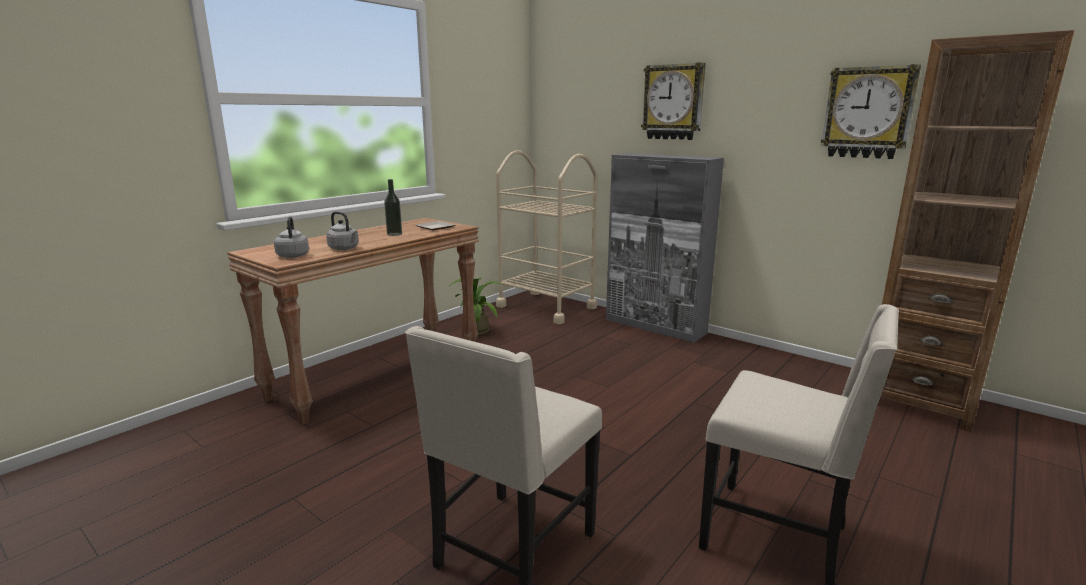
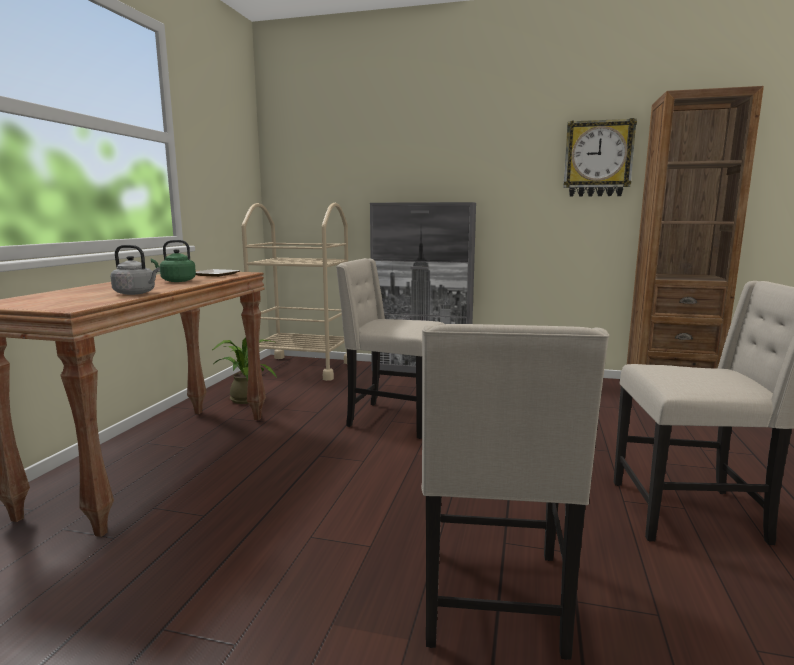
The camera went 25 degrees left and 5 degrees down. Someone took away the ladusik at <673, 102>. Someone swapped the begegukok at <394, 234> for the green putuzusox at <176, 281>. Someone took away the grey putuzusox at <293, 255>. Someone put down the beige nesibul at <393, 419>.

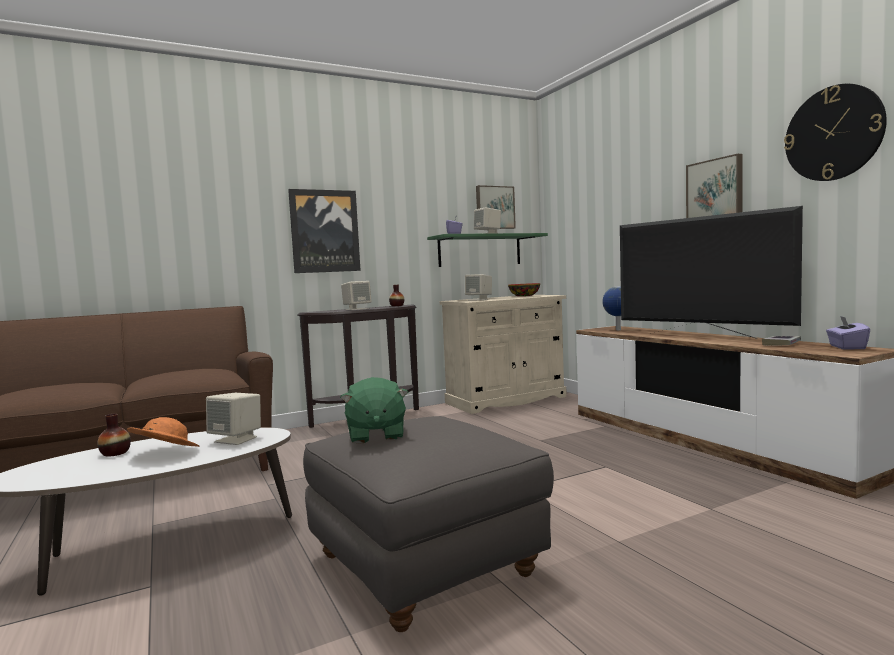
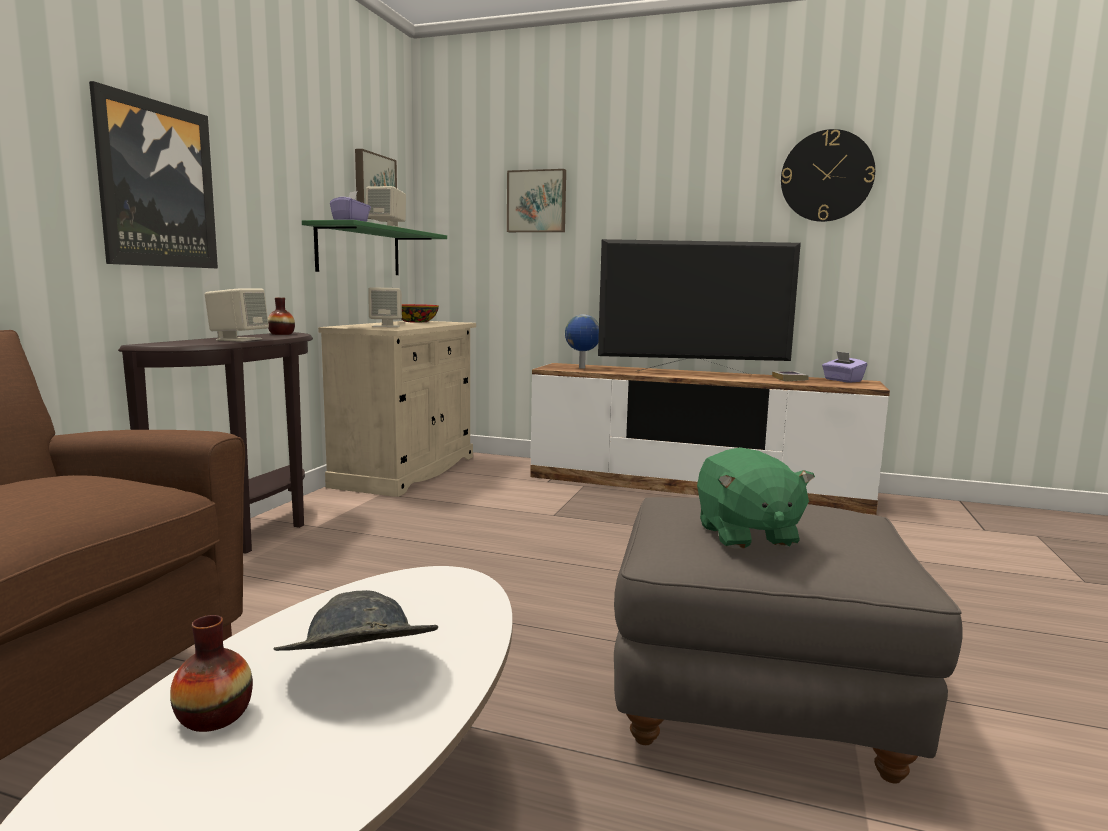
The camera went 45 degrees left and 5 degrees up. Someone carried the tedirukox from <715, 189> to <537, 201>. Someone rotated the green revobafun at <375, 435> by 45 degrees clockwise. Someone took away the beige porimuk at <236, 439>. Someone repainted the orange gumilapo at <165, 454>, which became the grey gumilapo at <358, 674>.

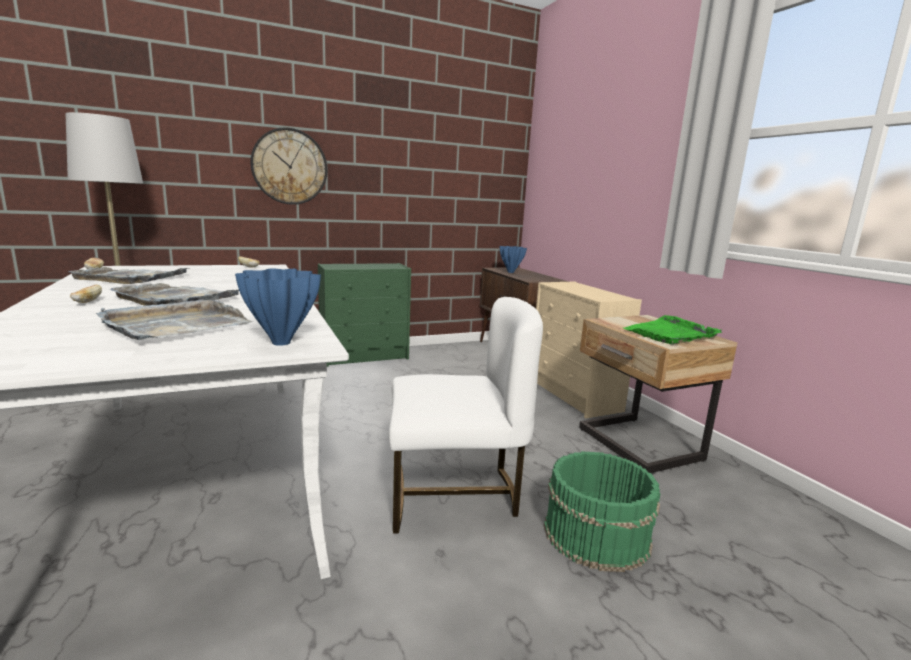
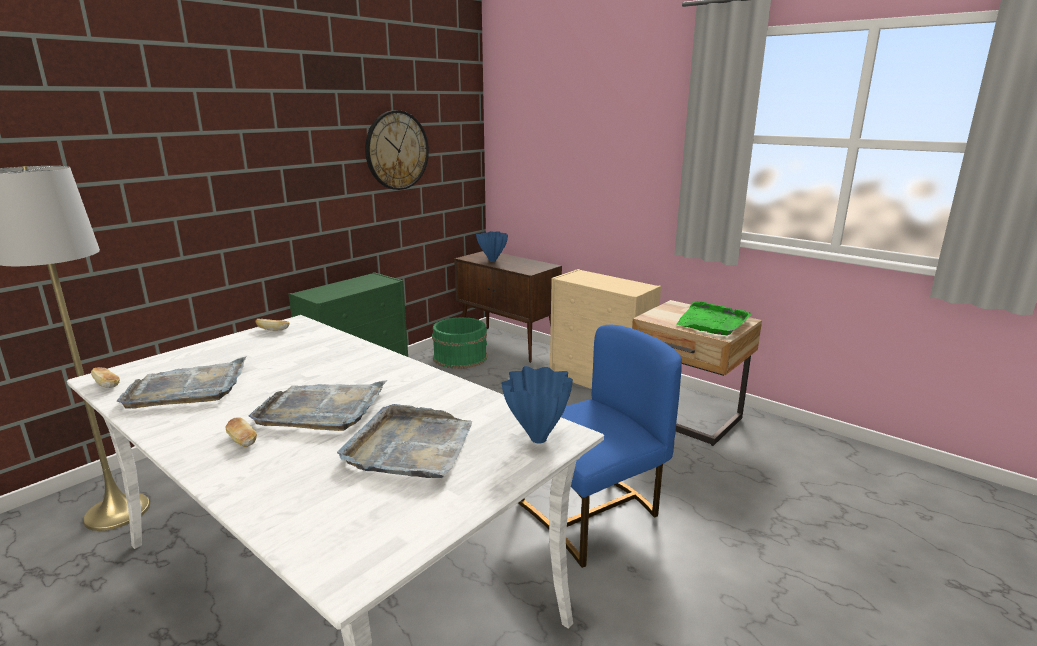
The camera went 25 degrees left and 5 degrees up. Someone carried the ladusik from <289, 167> to <396, 150>. Someone repainted the white nesibul at <453, 493>, which became the blue nesibul at <593, 514>. Someone carried the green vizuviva from <596, 533> to <460, 357>.

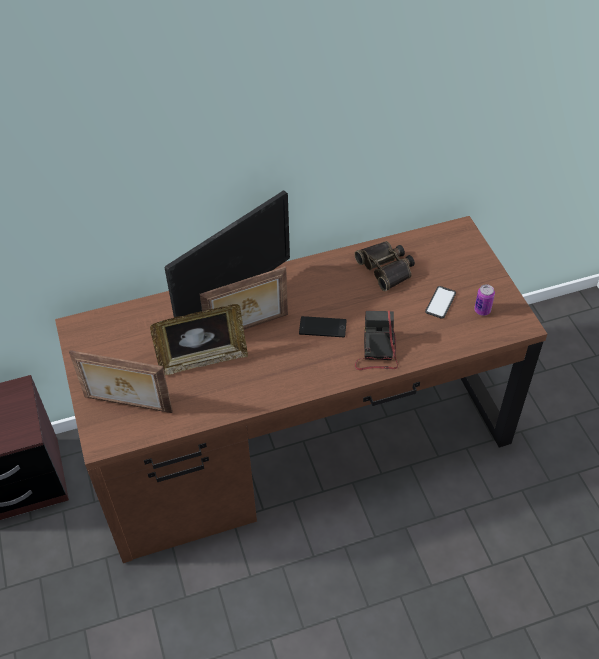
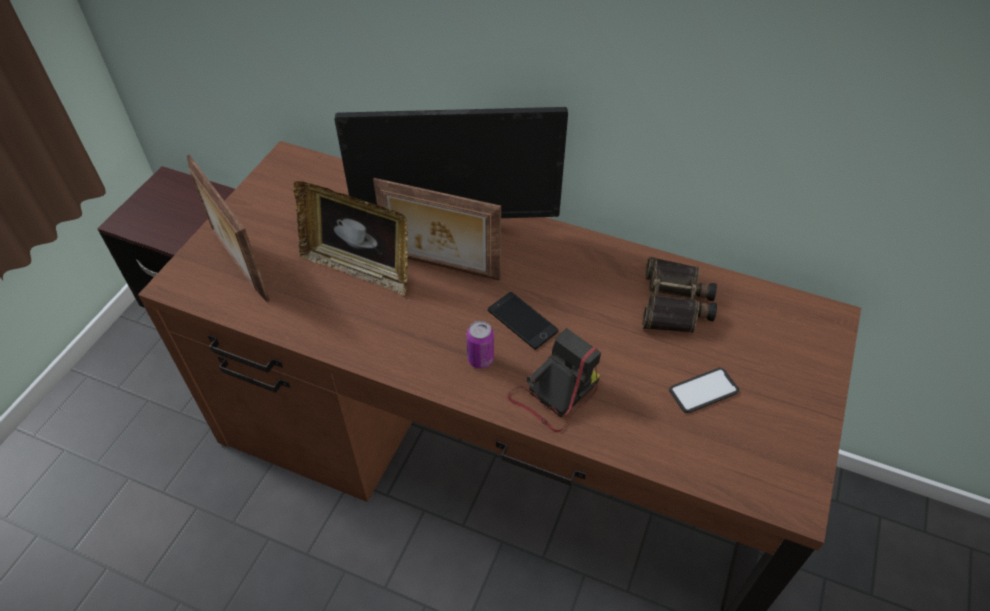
The camera went 40 degrees right and 0 degrees up. Someone carried the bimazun from <482, 310> to <480, 359>.

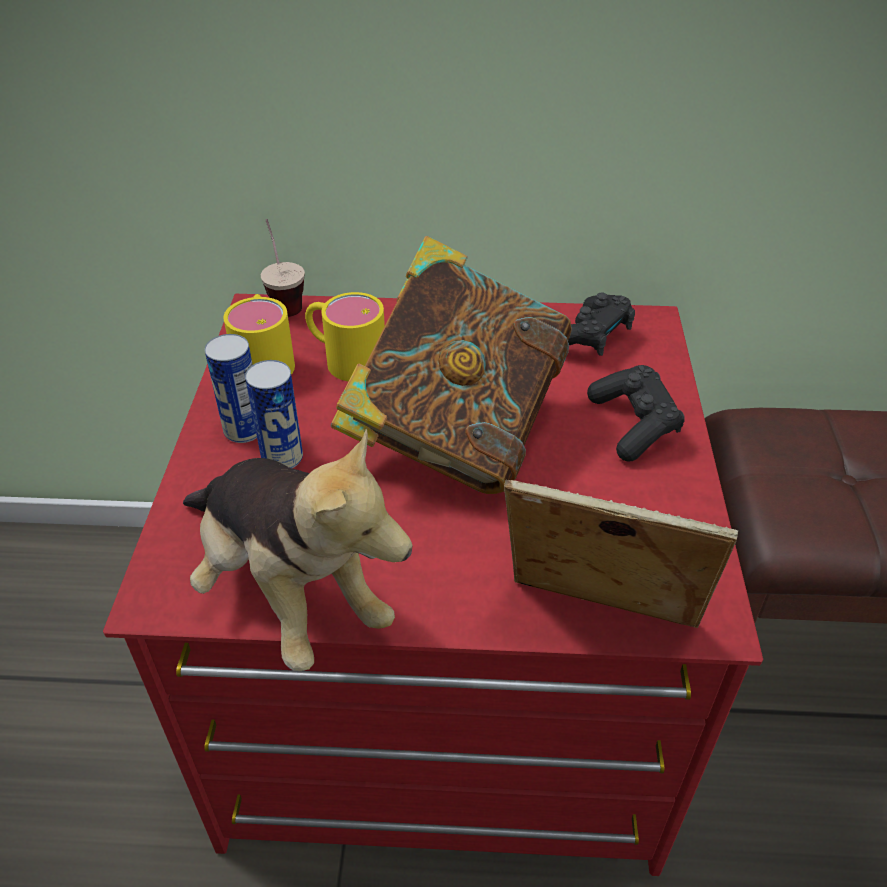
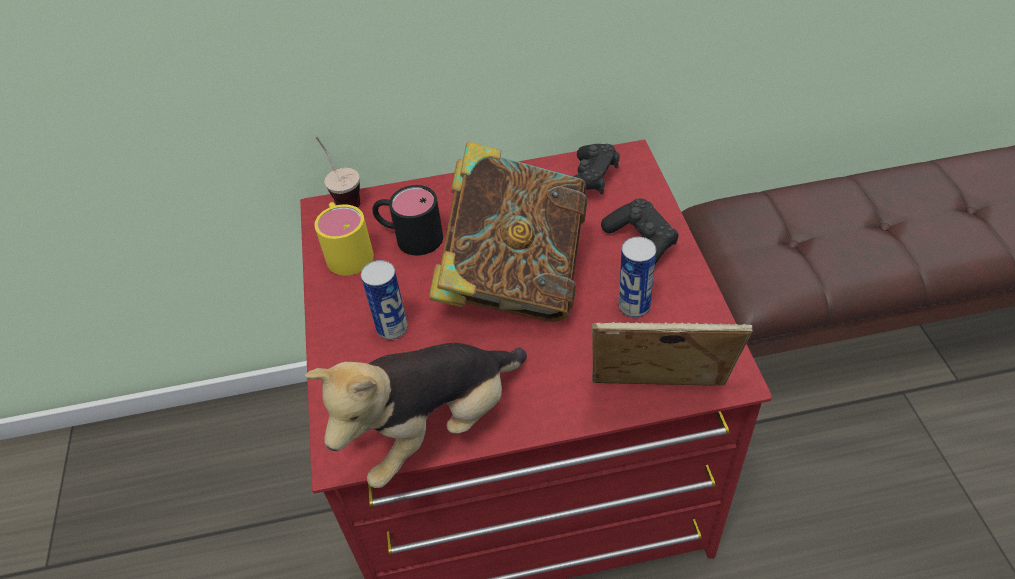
The camera went 10 degrees left and 5 degrees up. Someone repainted the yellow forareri at <345, 358>, which became the black forareri at <409, 236>. Someone carried the bimazun from <244, 430> to <634, 306>. Someone rotated the revobafun at <288, 592> by 105 degrees clockwise.

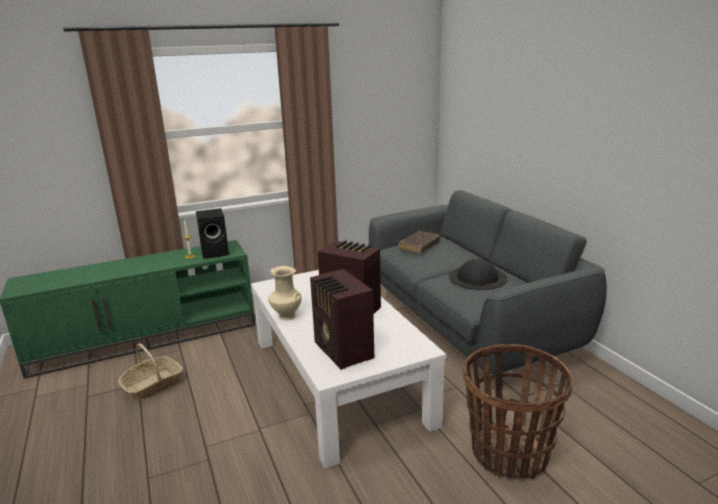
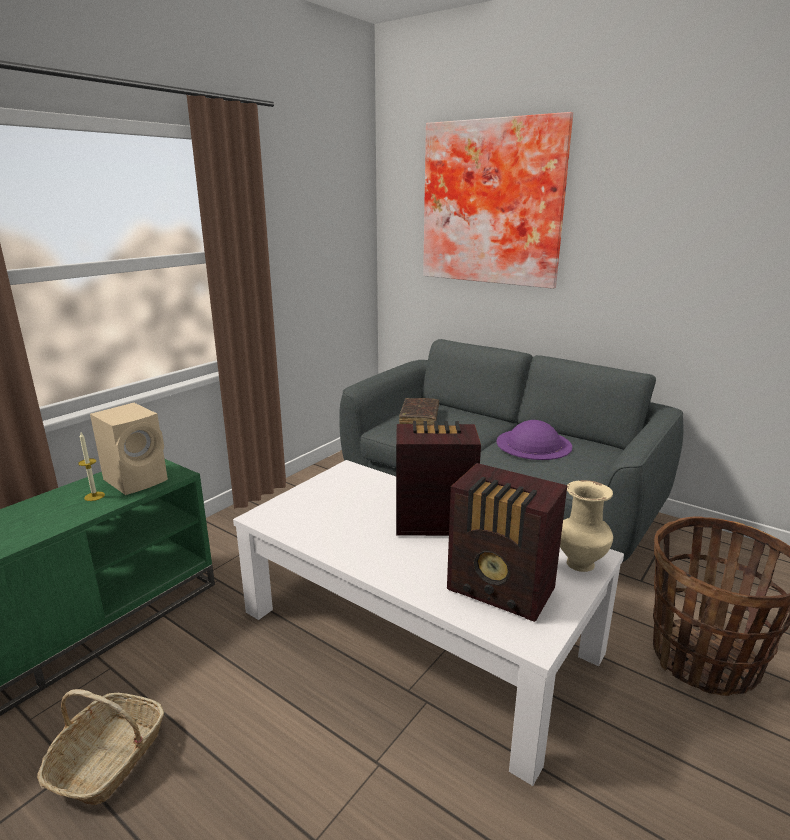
The camera went 30 degrees left and 0 degrees up. Someone repainted the black porimuk at <216, 252>, which became the beige porimuk at <138, 479>. Someone repainted the black gumilapo at <477, 277>, which became the purple gumilapo at <534, 444>. Someone carried the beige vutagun from <286, 316> to <579, 564>. Someone put up the tedirukox at <493, 203>.

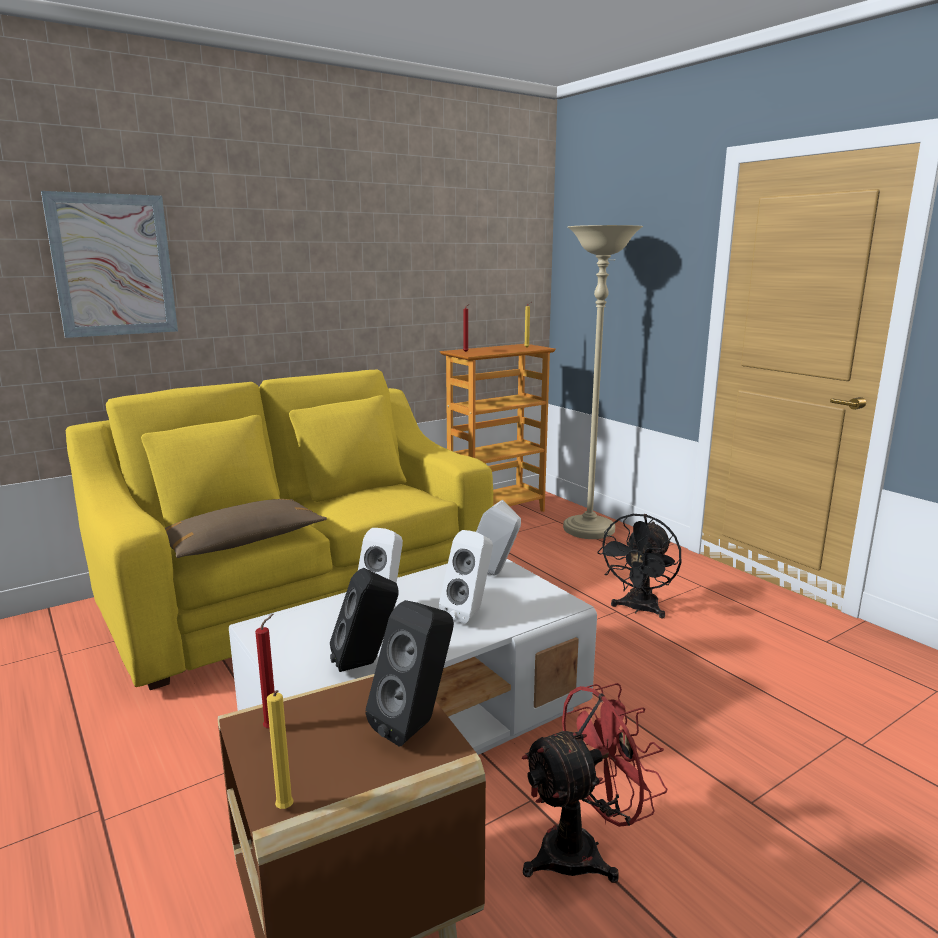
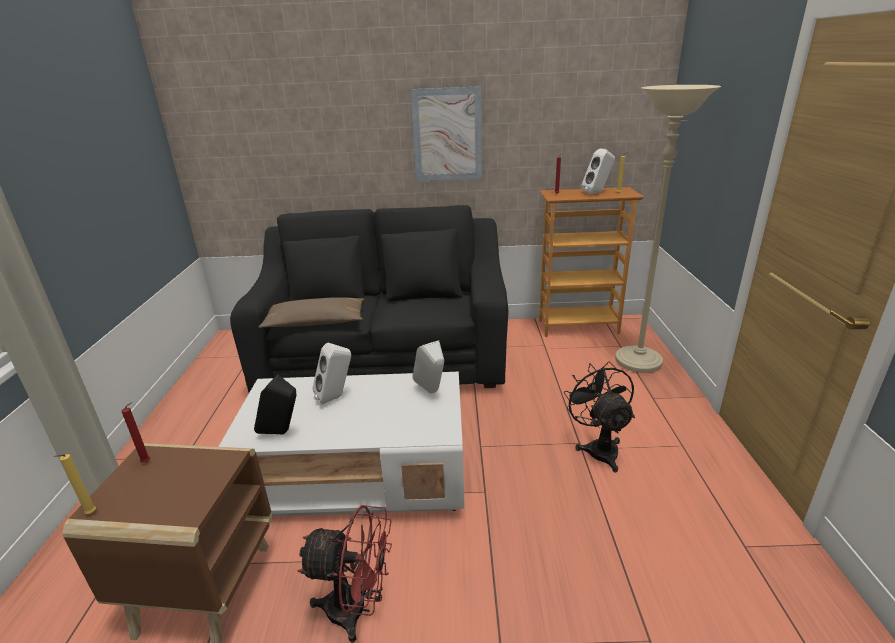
The camera went 35 degrees right and 10 degrees up. Someone carried the tedirukox from <113, 265> to <447, 135>. Someone repainted the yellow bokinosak at <298, 596>, which became the black bokinosak at <384, 358>. Someone rotated the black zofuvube at <638, 609> by 105 degrees clockwise. Someone carried the white porimuk from <470, 614> to <597, 193>. Someone took away the black porimuk at <416, 726>.

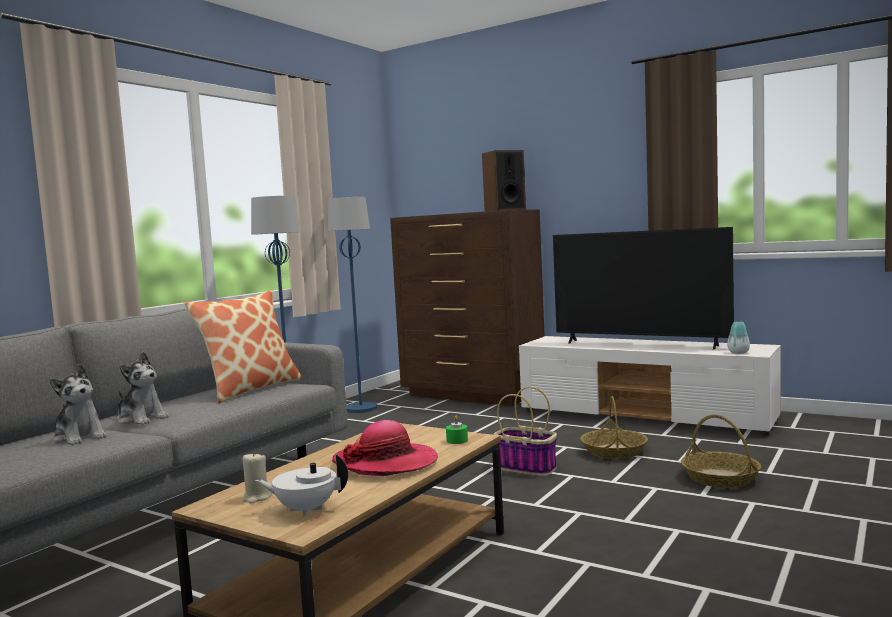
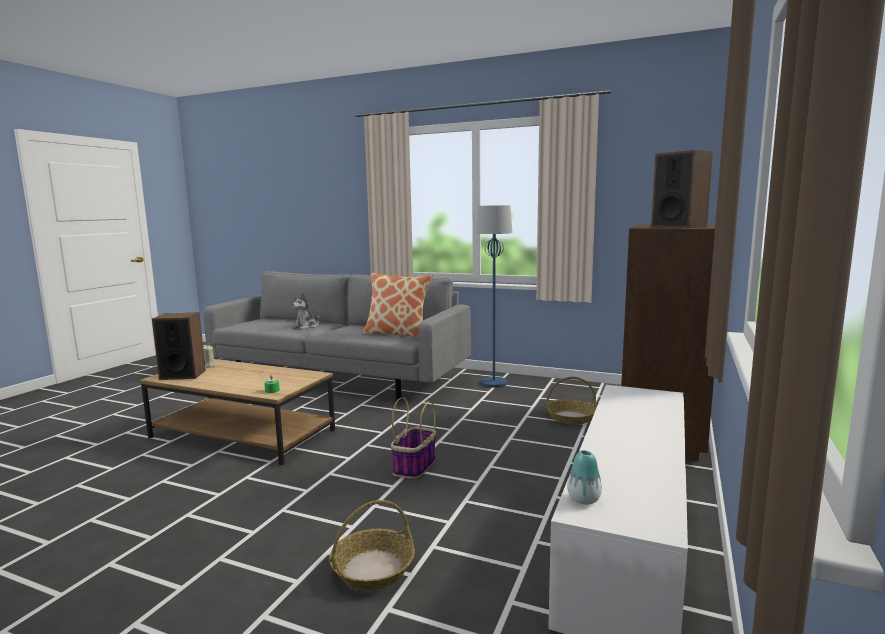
The camera went 80 degrees right and 5 degrees up. Someone took away the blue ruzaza at <361, 408>. Someone took away the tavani at <640, 344>. Someone took away the revobafun at <142, 419>. Someone carried the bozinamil from <614, 451> to <570, 417>. Someone took away the gumilapo at <386, 462>. Someone swapped the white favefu at <305, 510> for the porimuk at <183, 375>.

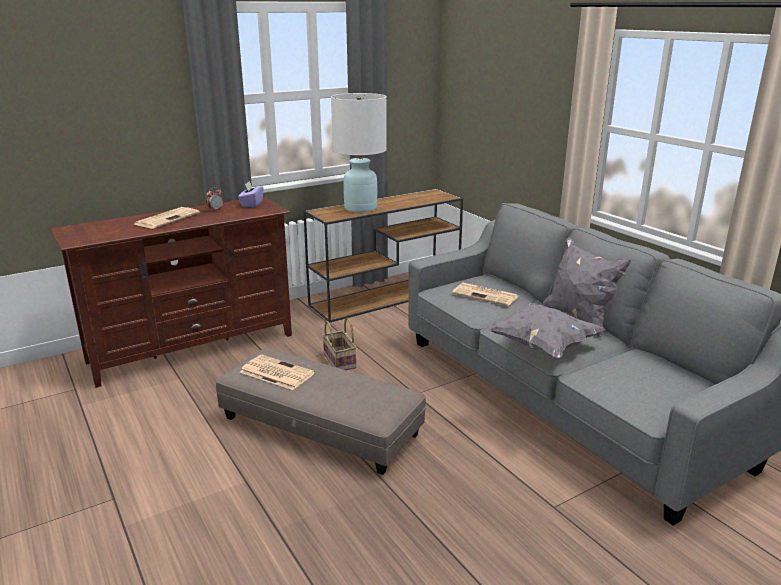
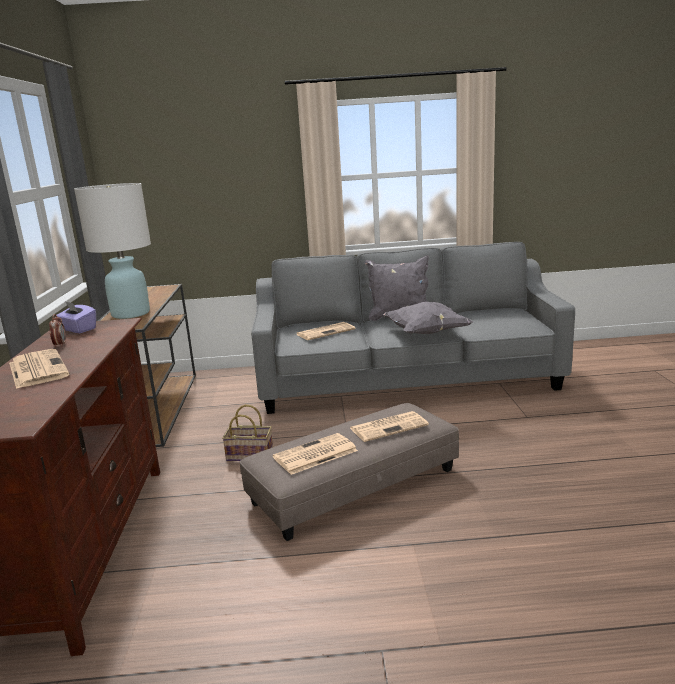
The camera went 60 degrees left and 5 degrees down. Someone put down the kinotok at <389, 426>.

